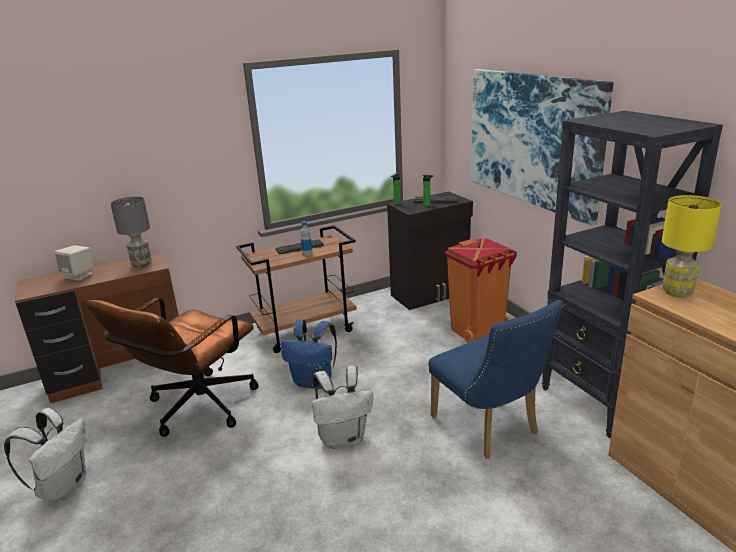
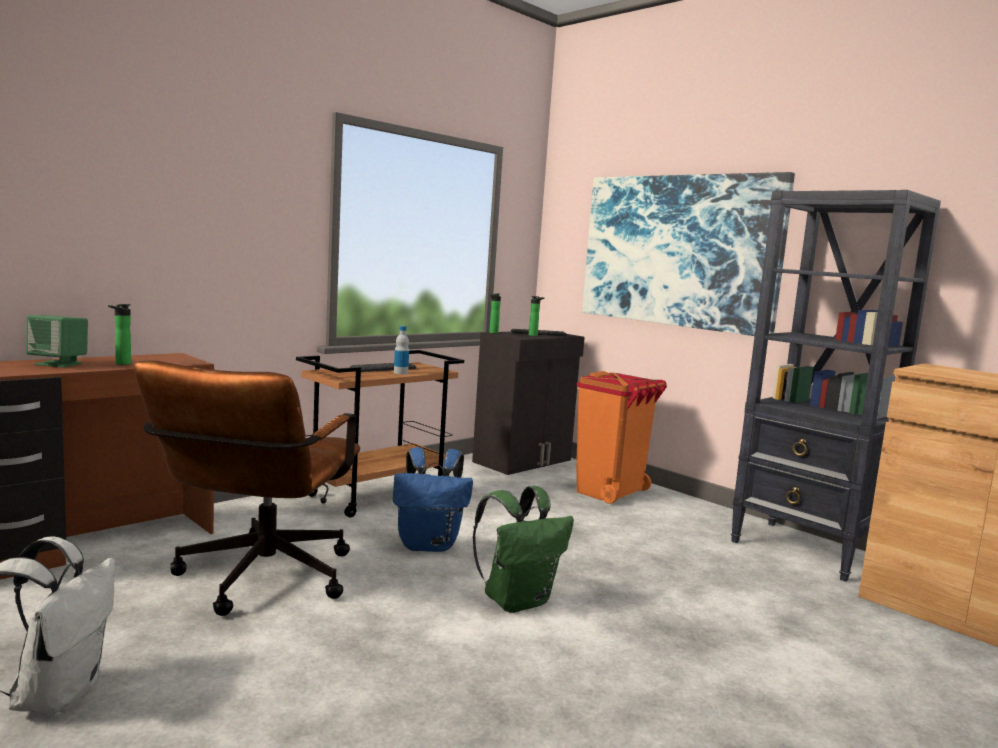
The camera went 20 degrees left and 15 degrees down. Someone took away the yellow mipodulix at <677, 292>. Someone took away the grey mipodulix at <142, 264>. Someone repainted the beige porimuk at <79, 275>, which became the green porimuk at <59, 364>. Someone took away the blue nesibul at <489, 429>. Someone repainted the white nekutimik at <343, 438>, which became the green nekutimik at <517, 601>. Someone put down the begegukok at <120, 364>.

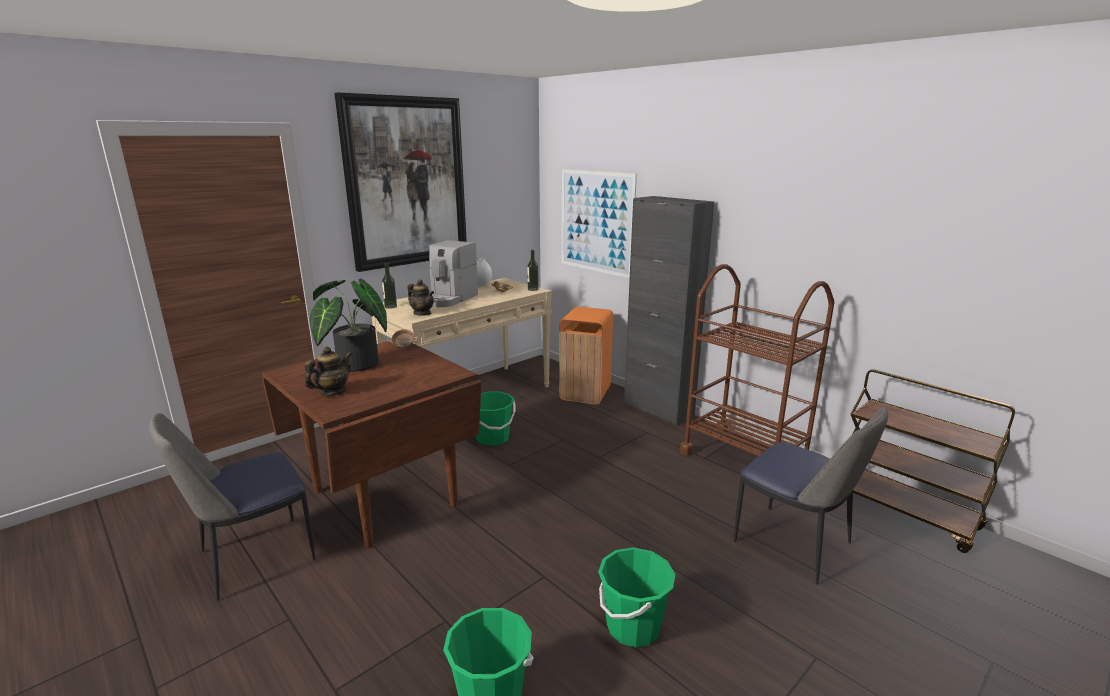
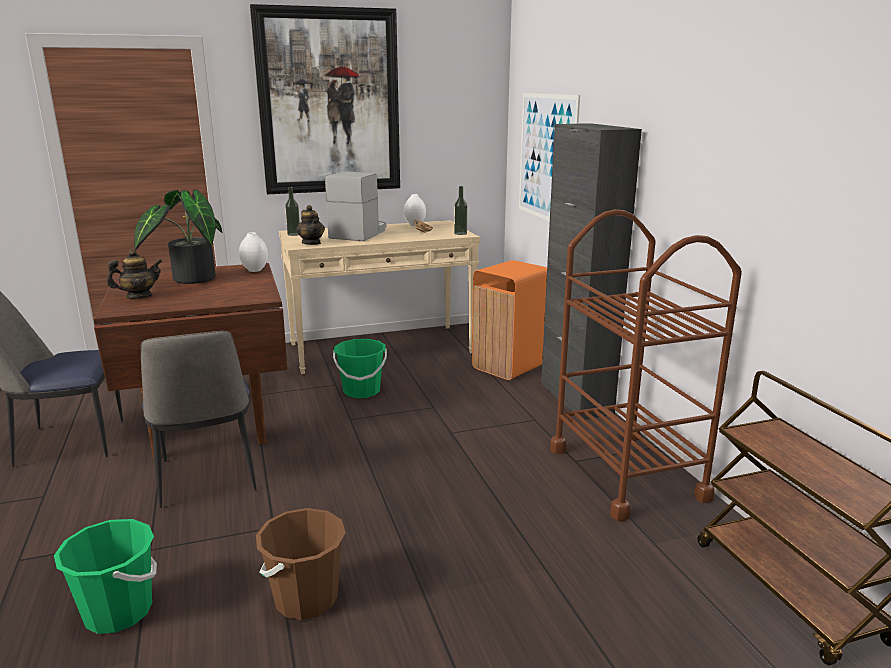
The camera went 25 degrees right and 0 degrees up. Someone rotated the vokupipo at <449, 299> by 150 degrees clockwise. Someone swapped the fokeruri at <403, 347> for the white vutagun at <255, 270>. Someone carried the nesibul from <795, 544> to <207, 477>. Someone repainted the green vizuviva at <633, 626>, which became the brown vizuviva at <306, 599>.

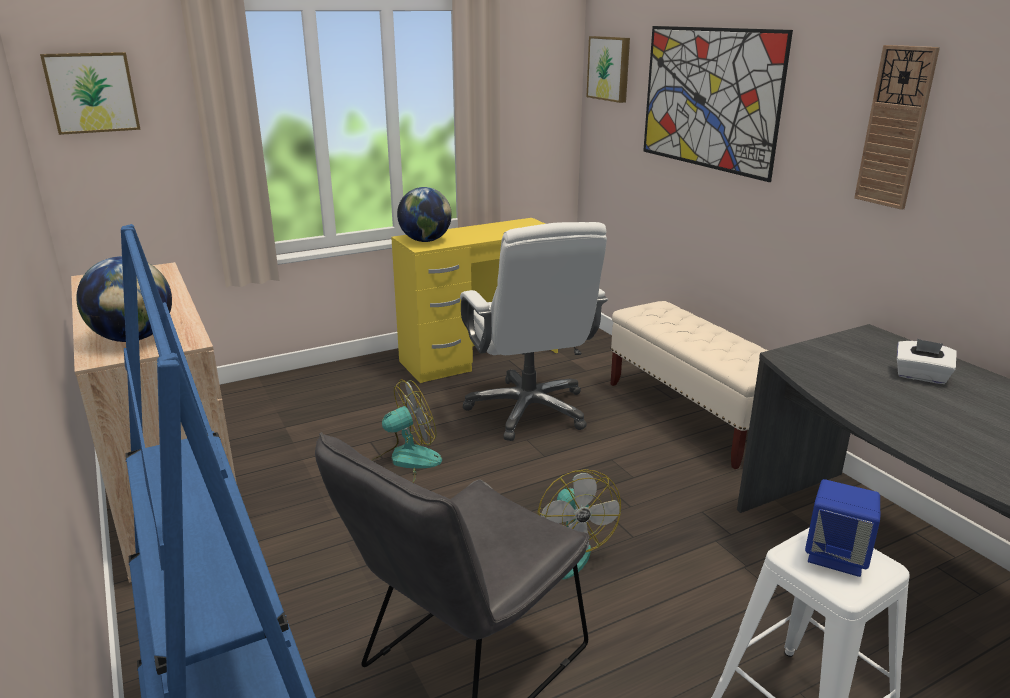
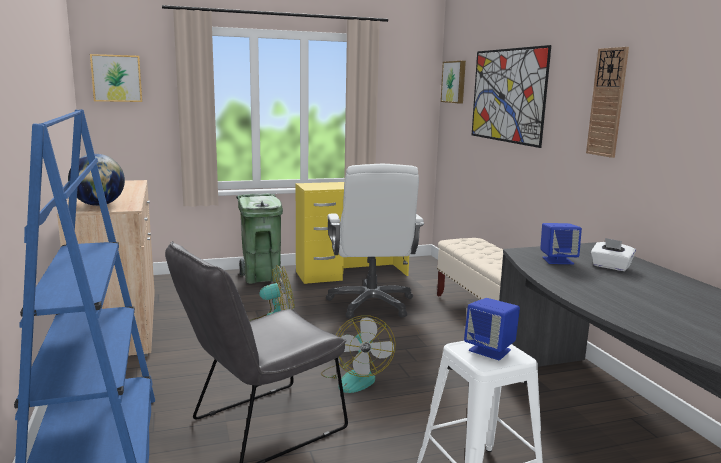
The camera went 10 degrees right and 10 degrees down. Someone took away the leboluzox at <425, 240>. Someone put down the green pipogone at <262, 277>. Someone put down the blue porimuk at <557, 260>.

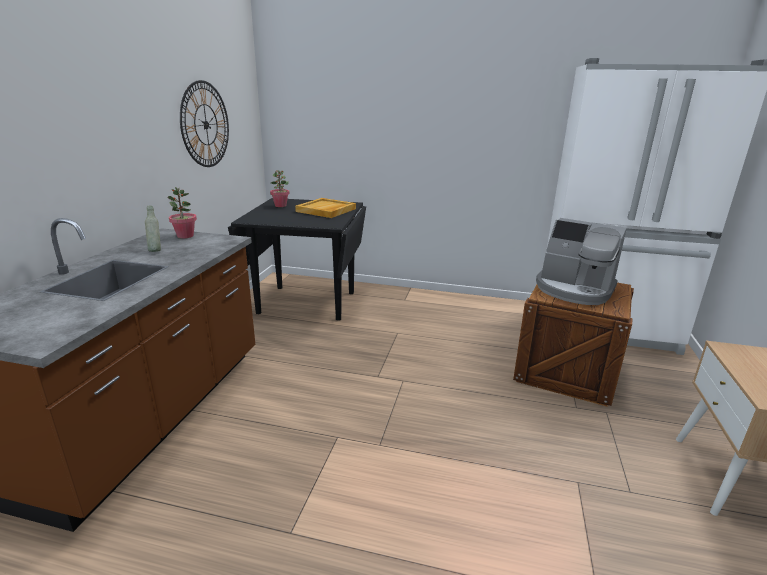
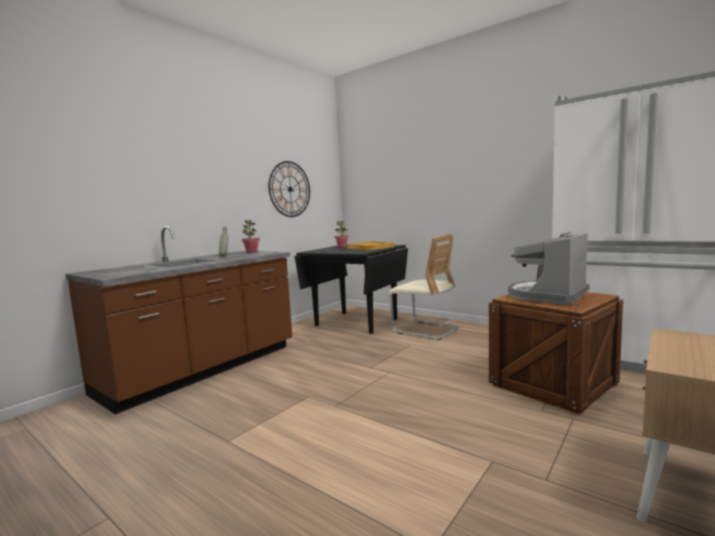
The camera went 25 degrees right and 15 degrees down. Someone rotated the vokupipo at <574, 289> by 75 degrees clockwise. Someone put down the beige nesibul at <425, 330>.

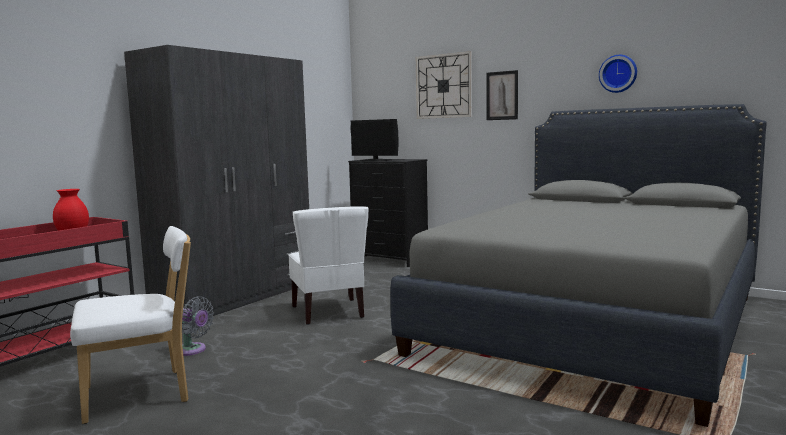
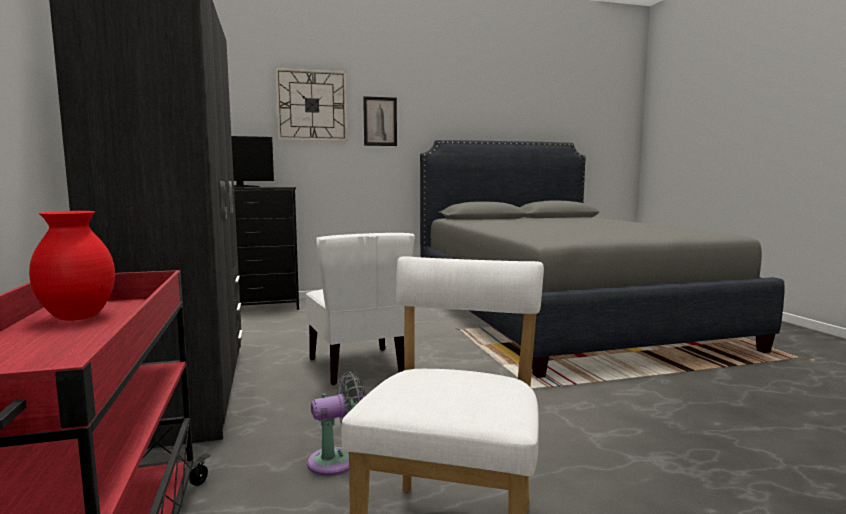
The camera went 50 degrees left and 0 degrees up. Someone took away the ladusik at <618, 73>. Someone rotated the white nesibul at <329, 312> by 45 degrees clockwise.

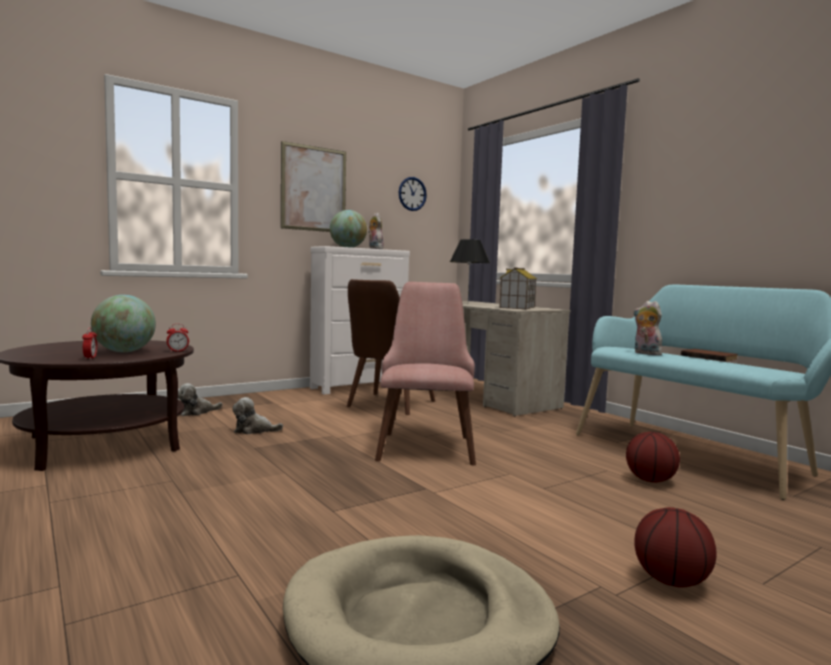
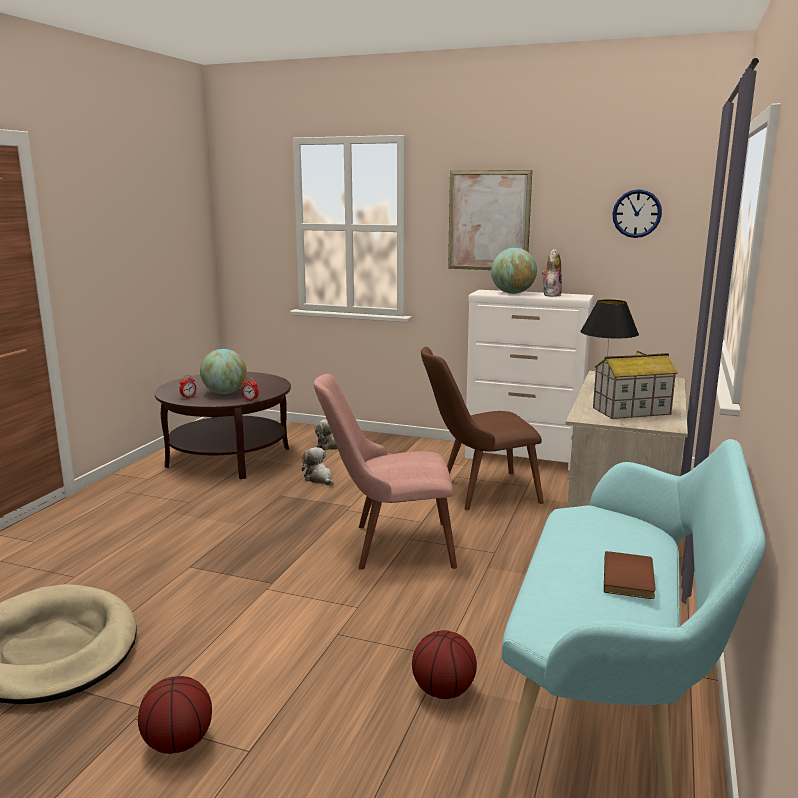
The camera went 55 degrees right and 10 degrees up. Someone rotated the pink nesibul at <425, 443> by 150 degrees counterclockwise. Someone took away the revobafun at <645, 353>.

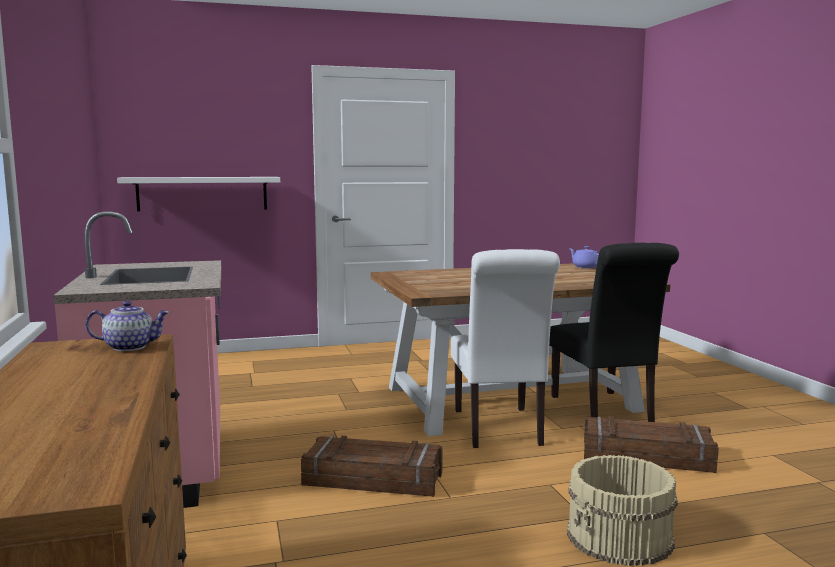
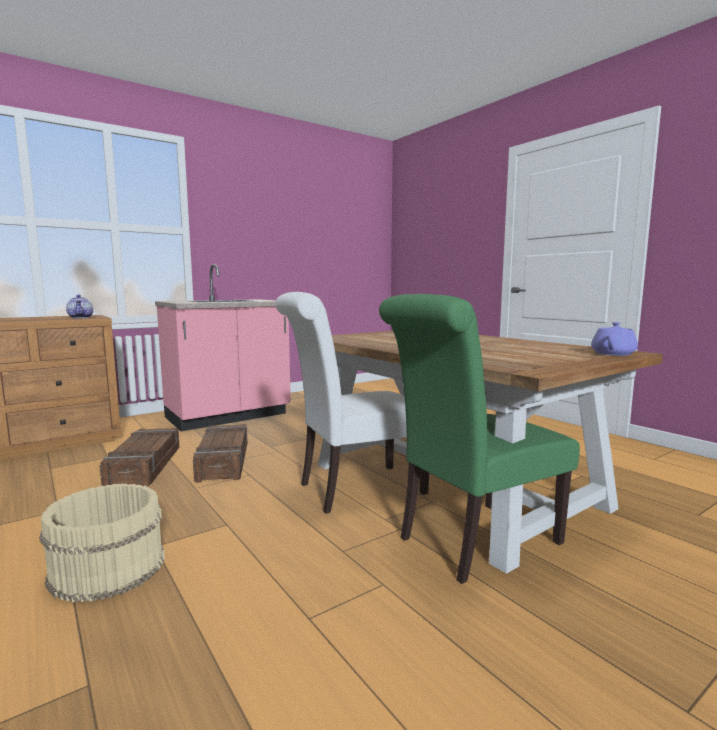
The camera went 70 degrees right and 0 degrees up. Someone took away the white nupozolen at <202, 193>. Someone repainted the black nesibul at <605, 411>, which became the green nesibul at <471, 542>. Someone carried the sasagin from <646, 456> to <145, 466>.

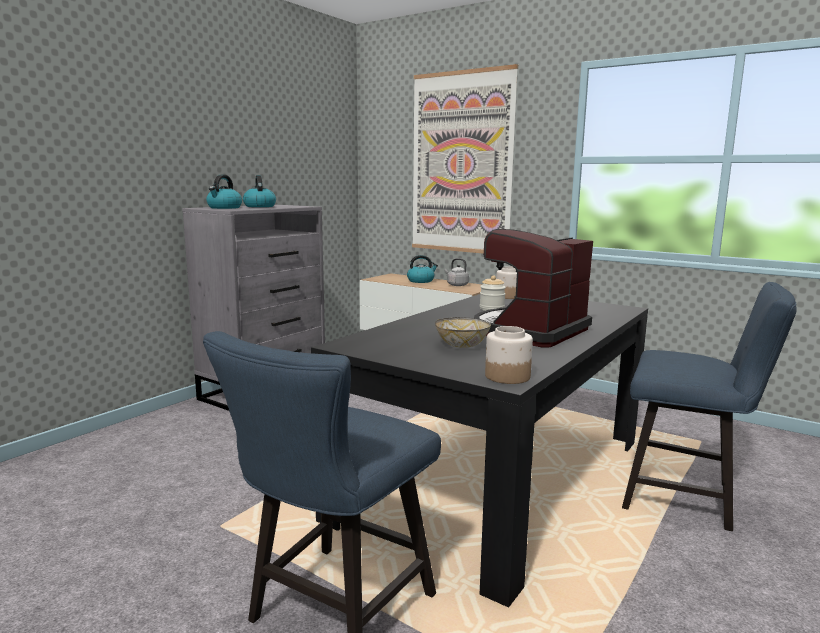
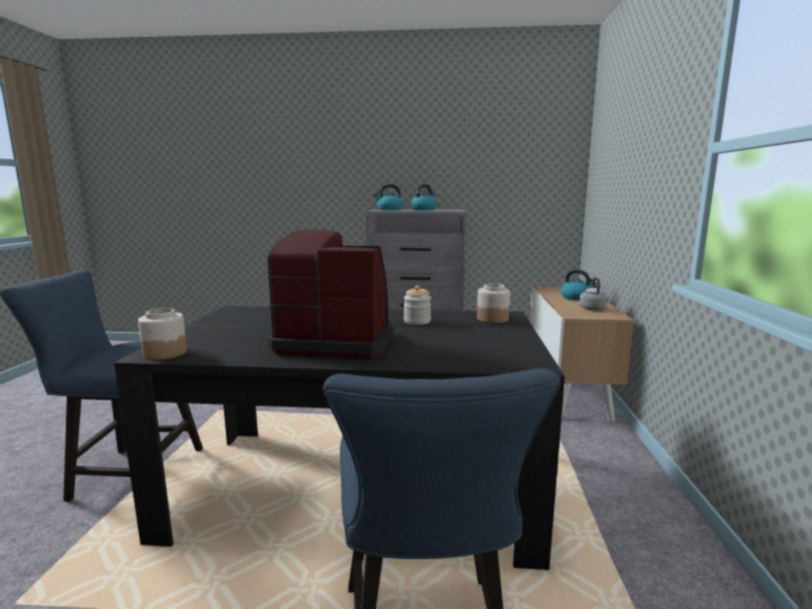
The camera went 60 degrees right and 0 degrees up. Someone took away the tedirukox at <461, 163>. Someone took away the fokeruri at <461, 345>.

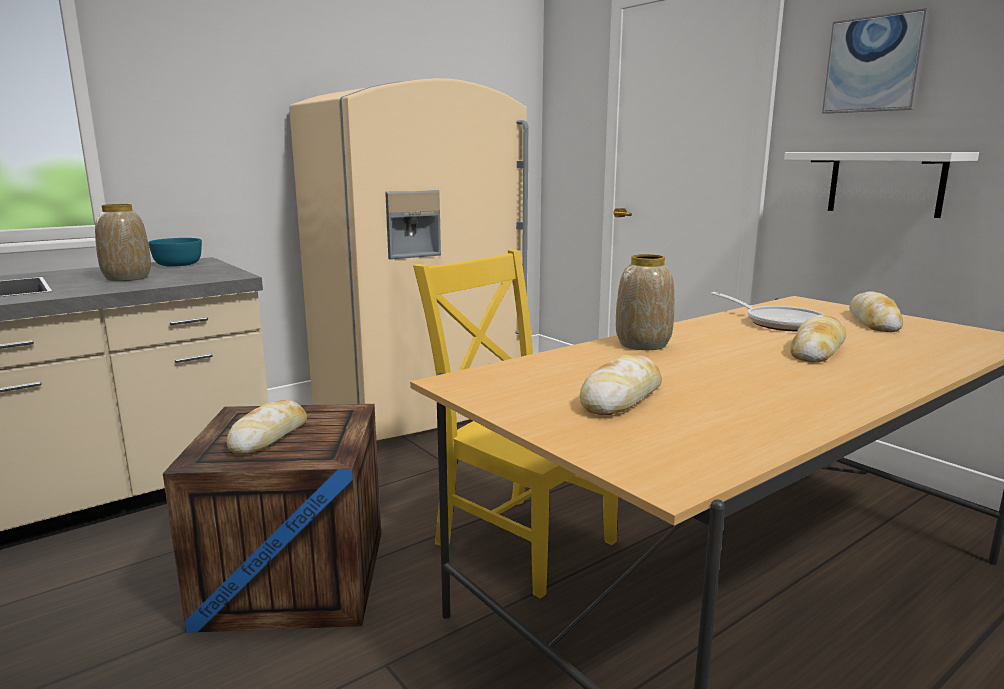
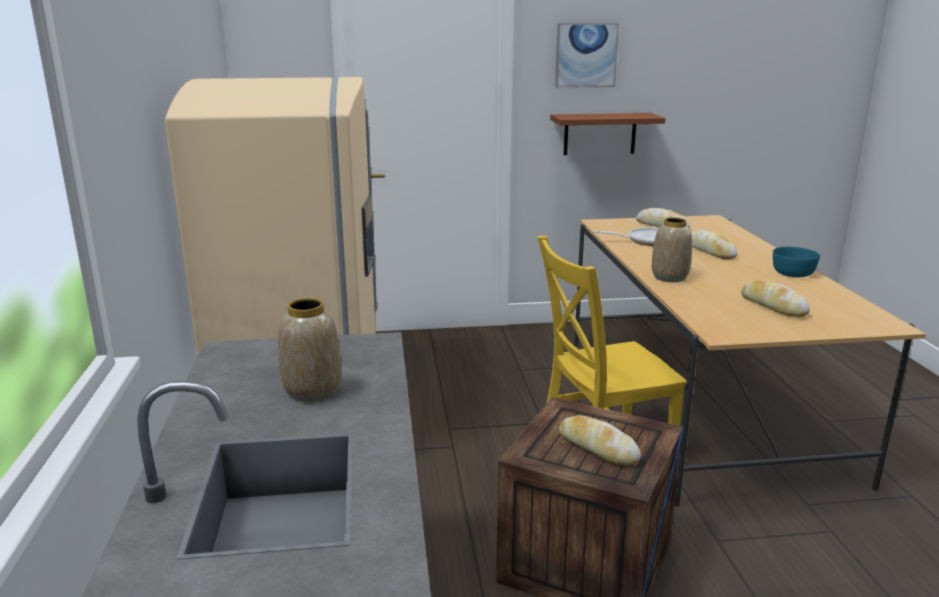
The camera went 60 degrees left and 5 degrees up. Someone repainted the white nupozolen at <885, 183>, which became the brown nupozolen at <599, 134>. Someone carried the turquoise fokeruri from <177, 264> to <793, 273>.

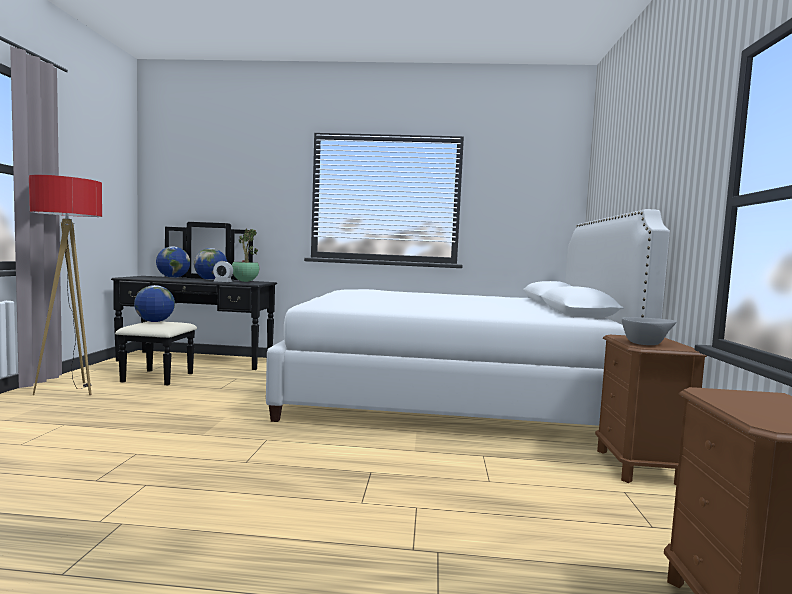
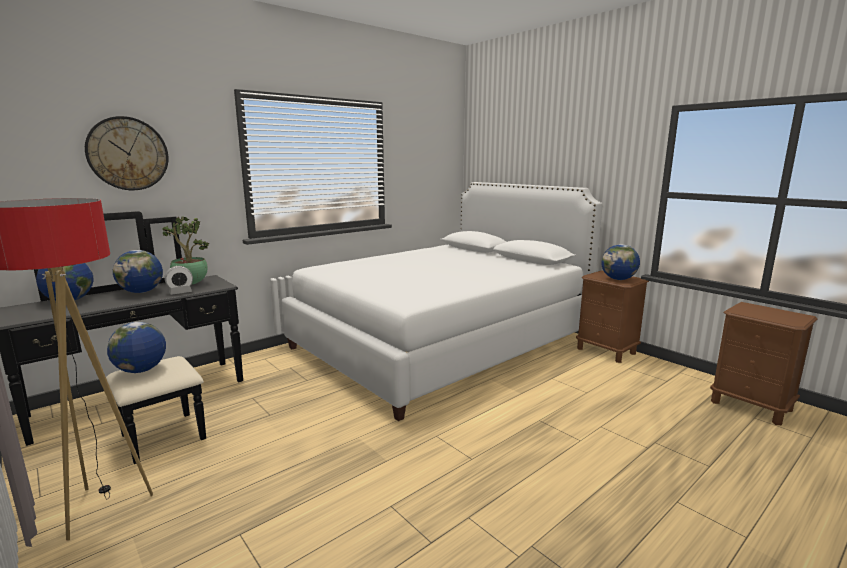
The camera went 45 degrees left and 10 degrees up. Someone swapped the grey fokeruri at <647, 343> for the leboluzox at <618, 279>. Someone put up the ladusik at <128, 154>.

